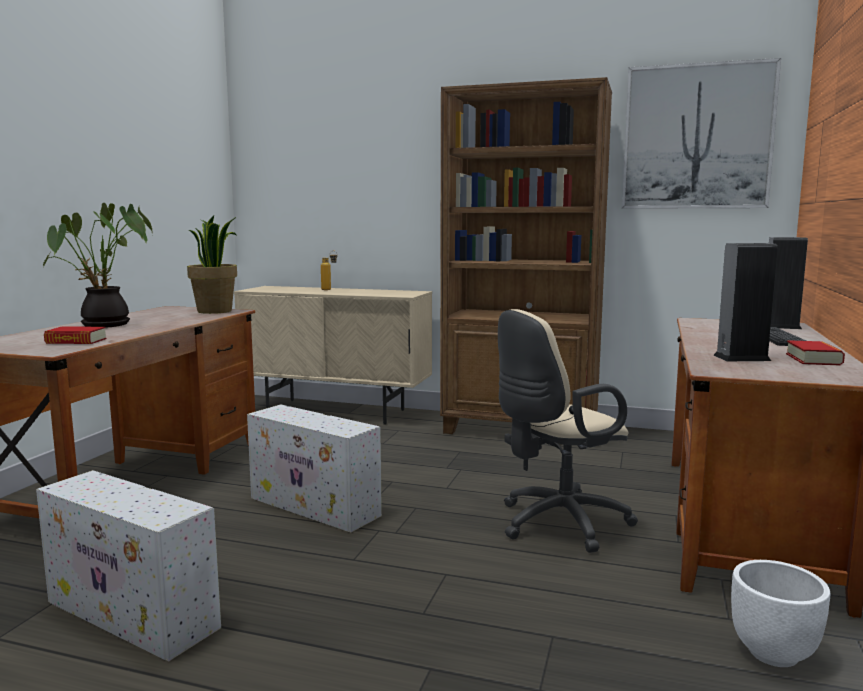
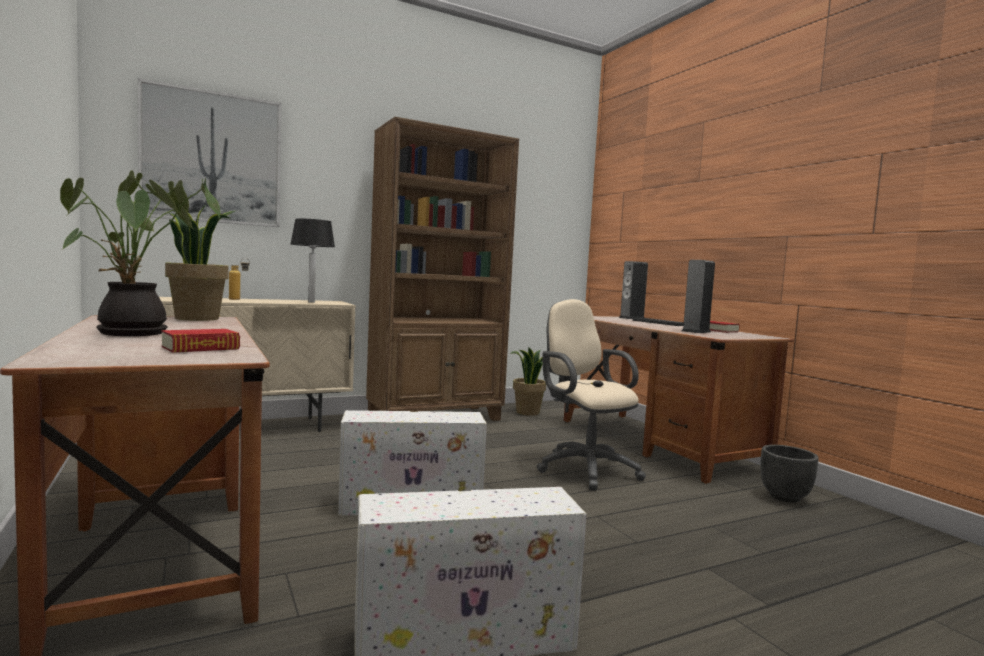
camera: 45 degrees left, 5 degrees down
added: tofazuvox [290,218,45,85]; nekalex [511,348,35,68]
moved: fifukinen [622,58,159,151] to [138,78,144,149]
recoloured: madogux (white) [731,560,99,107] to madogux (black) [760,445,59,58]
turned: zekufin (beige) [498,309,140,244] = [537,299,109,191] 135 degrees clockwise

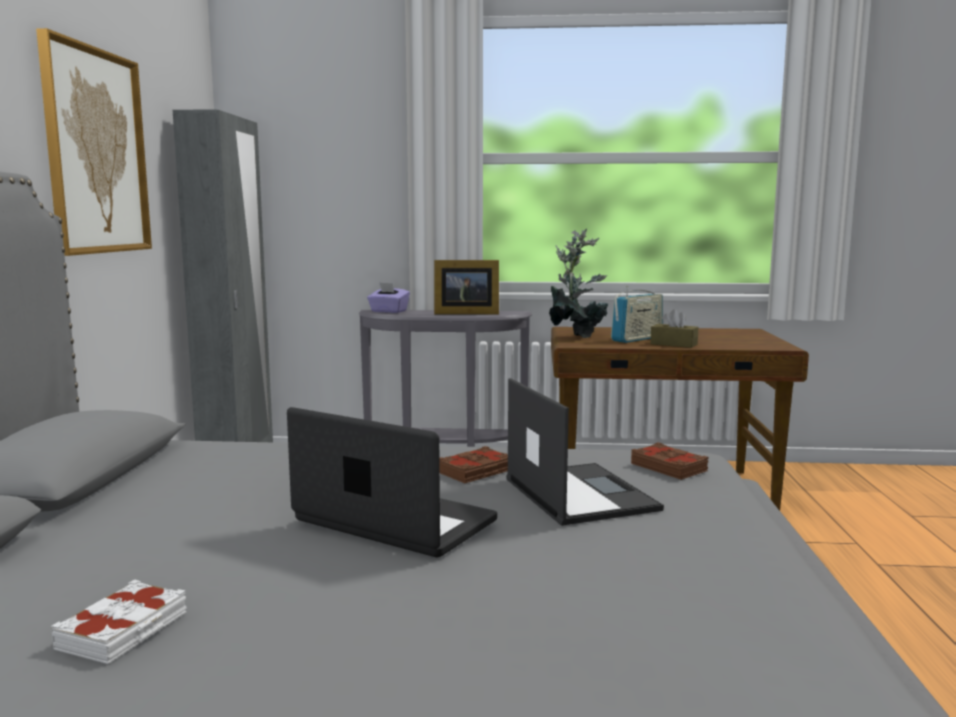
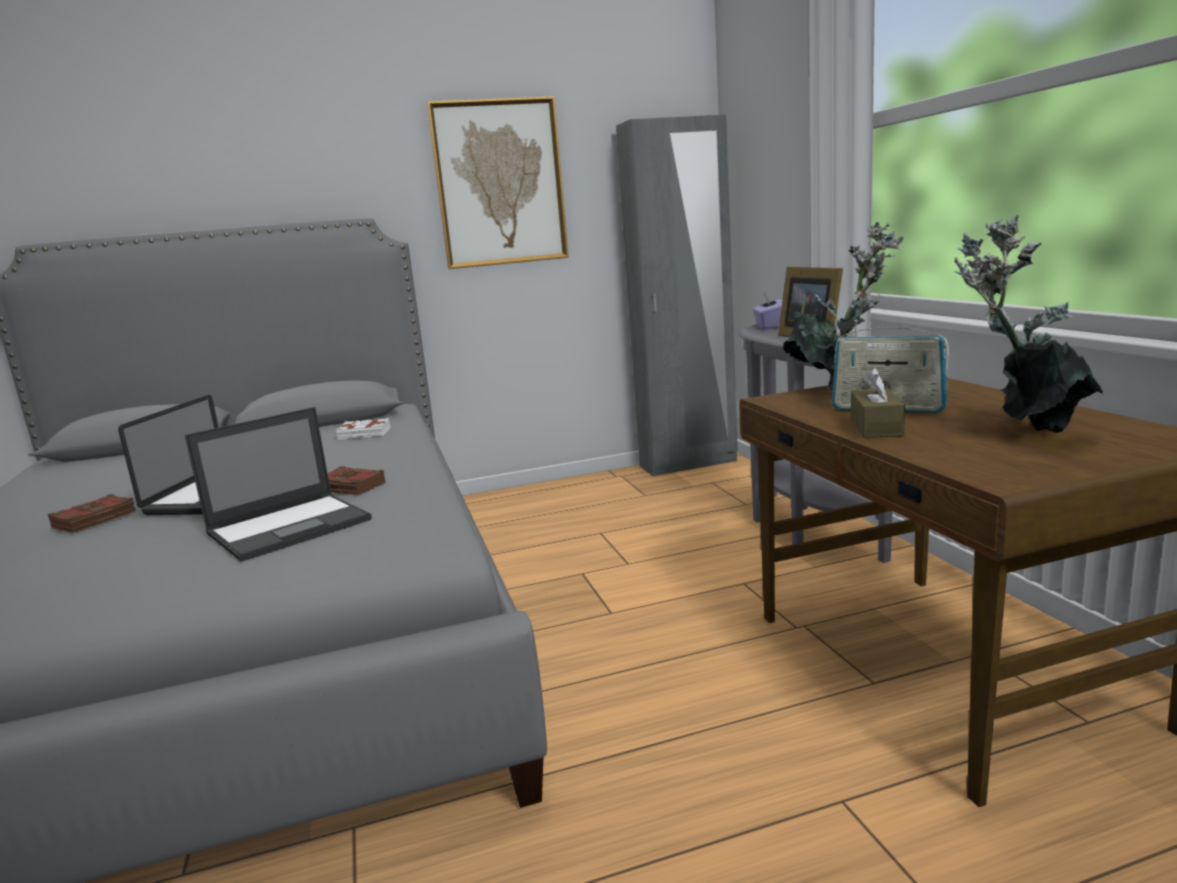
camera: 70 degrees right, 5 degrees up
added: nekalex [955,215,148,218]
moved: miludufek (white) [51,579,136,85] to [336,418,54,21]; miludufek (brown) [631,442,77,38] to [48,494,88,39]

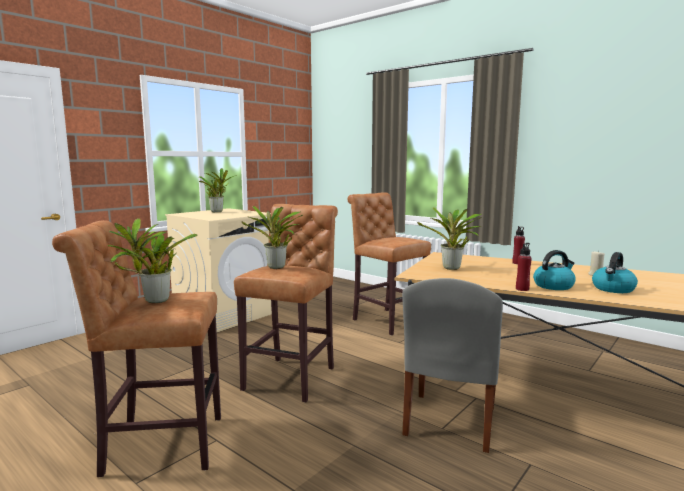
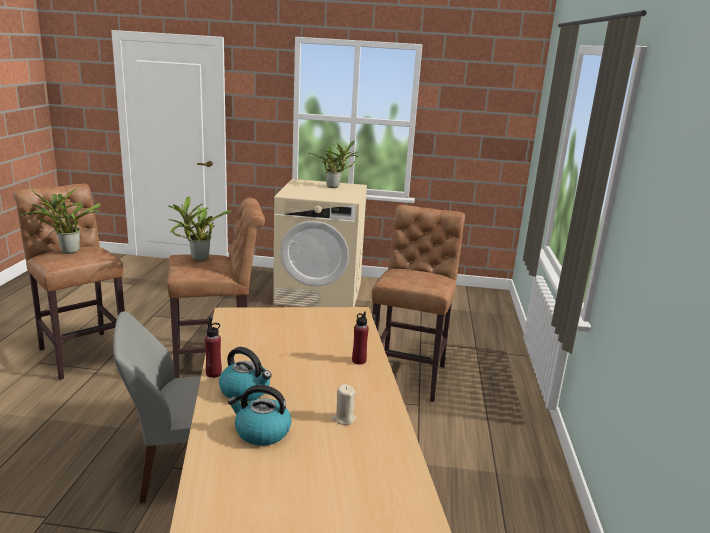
camera: 55 degrees right, 10 degrees up
removed: nekalex [417,208,65,62]

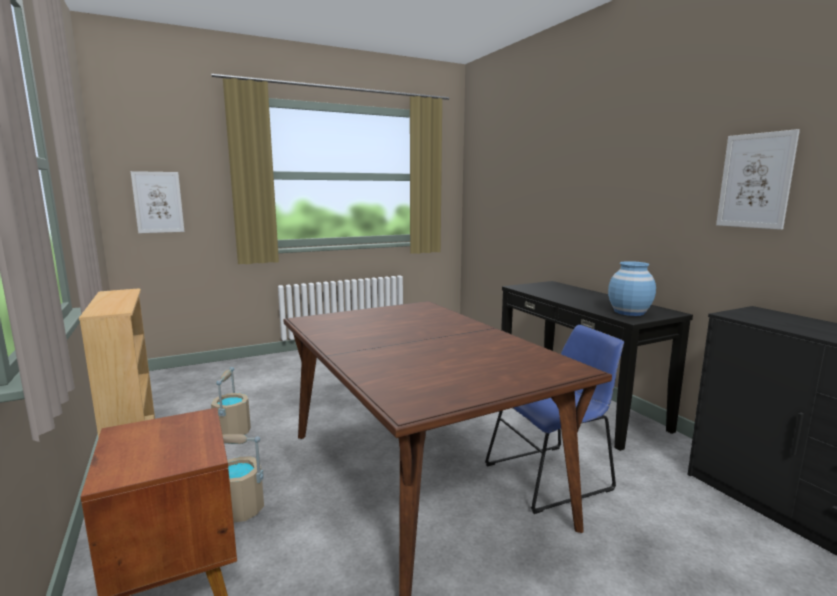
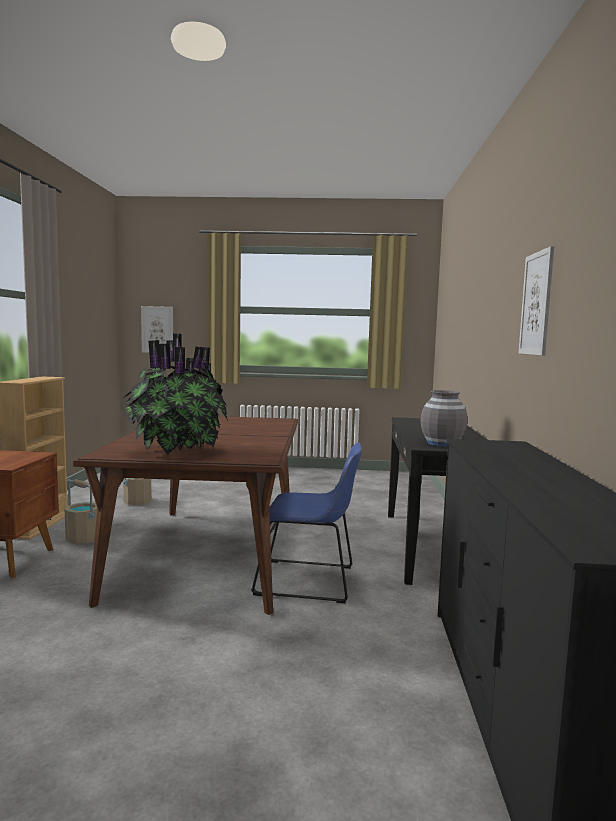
camera: 30 degrees right, 5 degrees down
added: nekalex [122,334,106,121]
recoloured: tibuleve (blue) [608,261,48,55] to tibuleve (grey) [420,390,47,56]

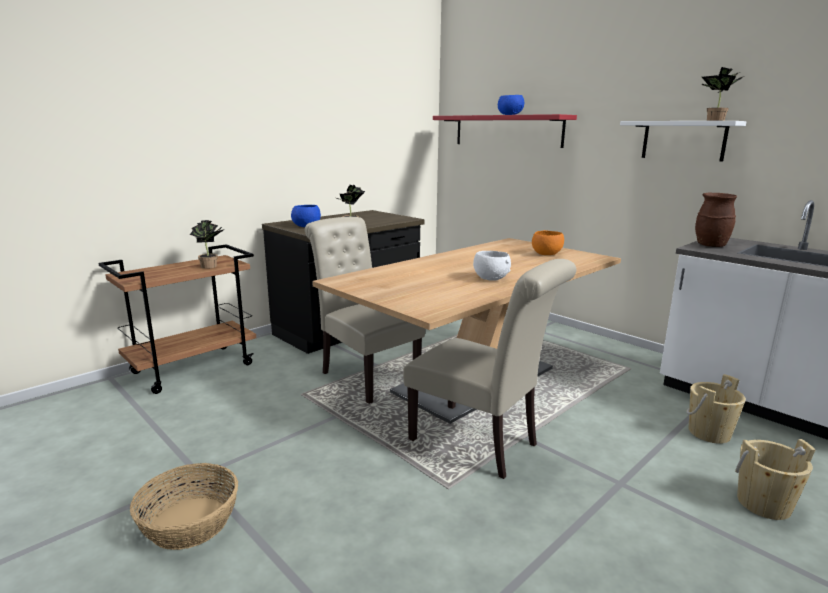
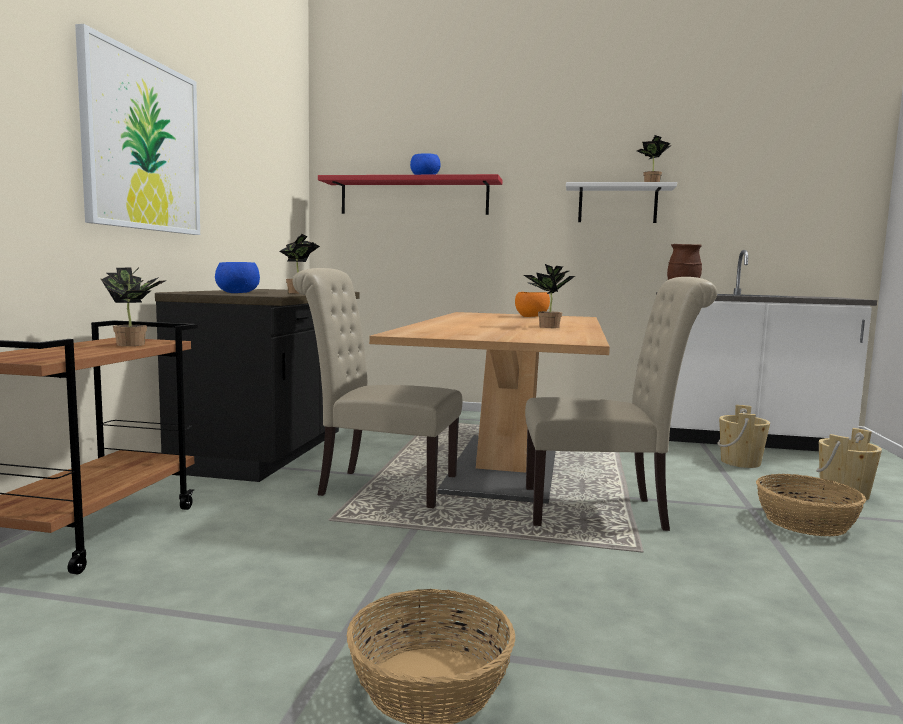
camera: 35 degrees left, 10 degrees down
added: fifukinen [75,24,125,211]; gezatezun [756,474,110,62]
replaced: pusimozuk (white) [473,251,38,30] to nekalex [524,264,51,64]

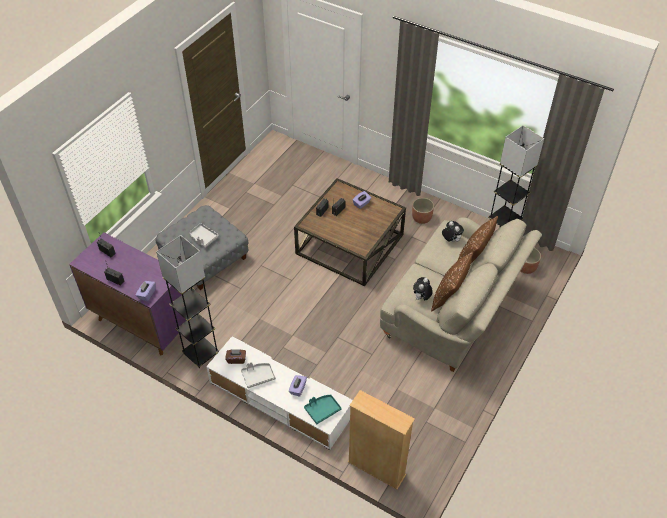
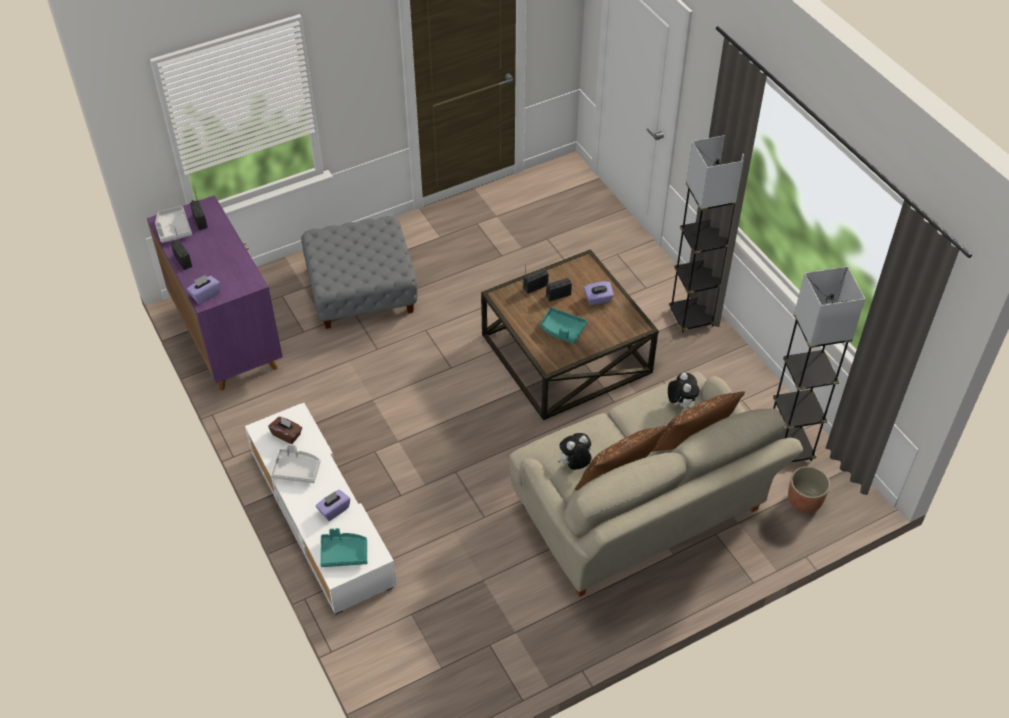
camera: 30 degrees right, 0 degrees up
removed: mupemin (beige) [348,390,67,100]; madogux [412,198,22,26]
added: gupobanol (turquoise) [540,307,47,37]
moved: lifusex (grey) [156,235,63,133] to [669,135,75,198]; gupobanol (grey) [189,223,30,25] to [155,206,37,37]

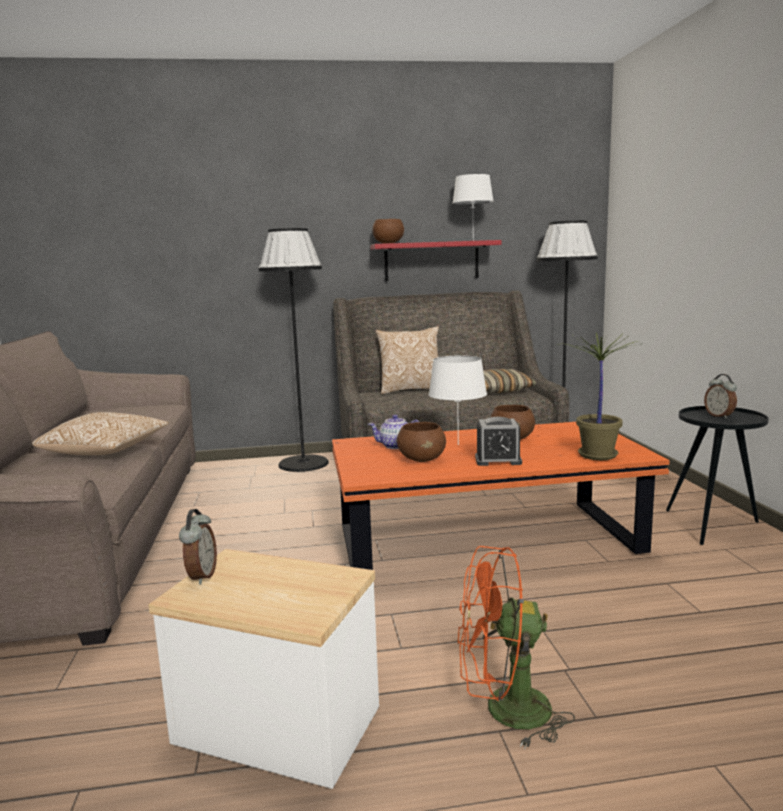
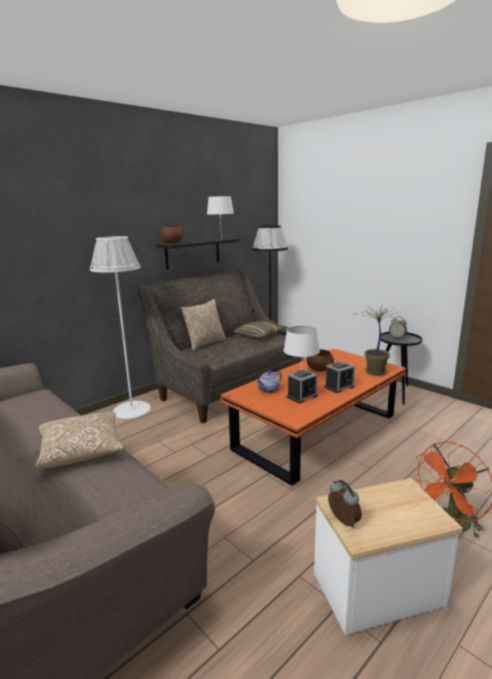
camera: 35 degrees left, 5 degrees up
replaced: pusimozuk (brown) [397,422,49,40] to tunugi [287,369,31,35]
recoloured: lifusex (black) [259,228,70,244] to lifusex (white) [90,236,61,183]; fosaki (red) [370,240,131,41] to fosaki (black) [156,238,84,31]

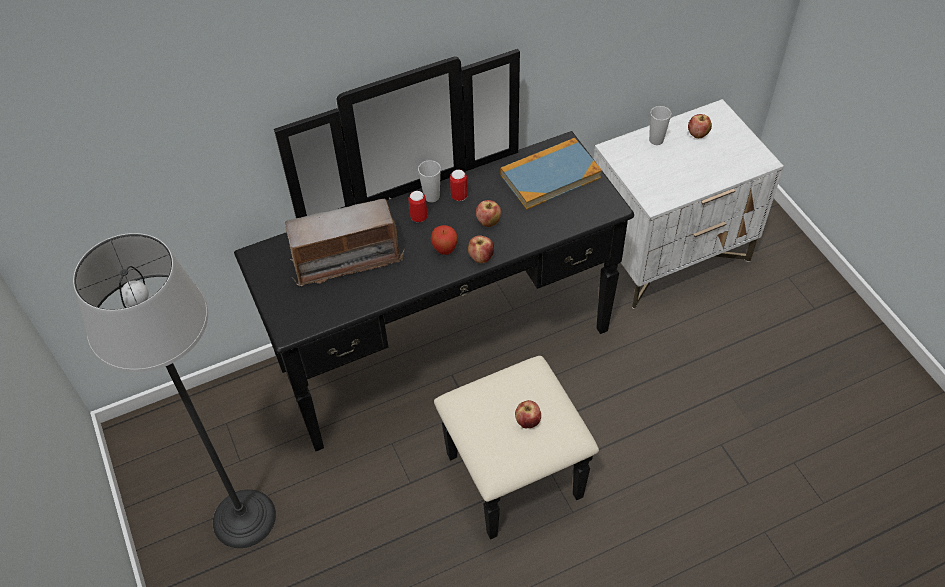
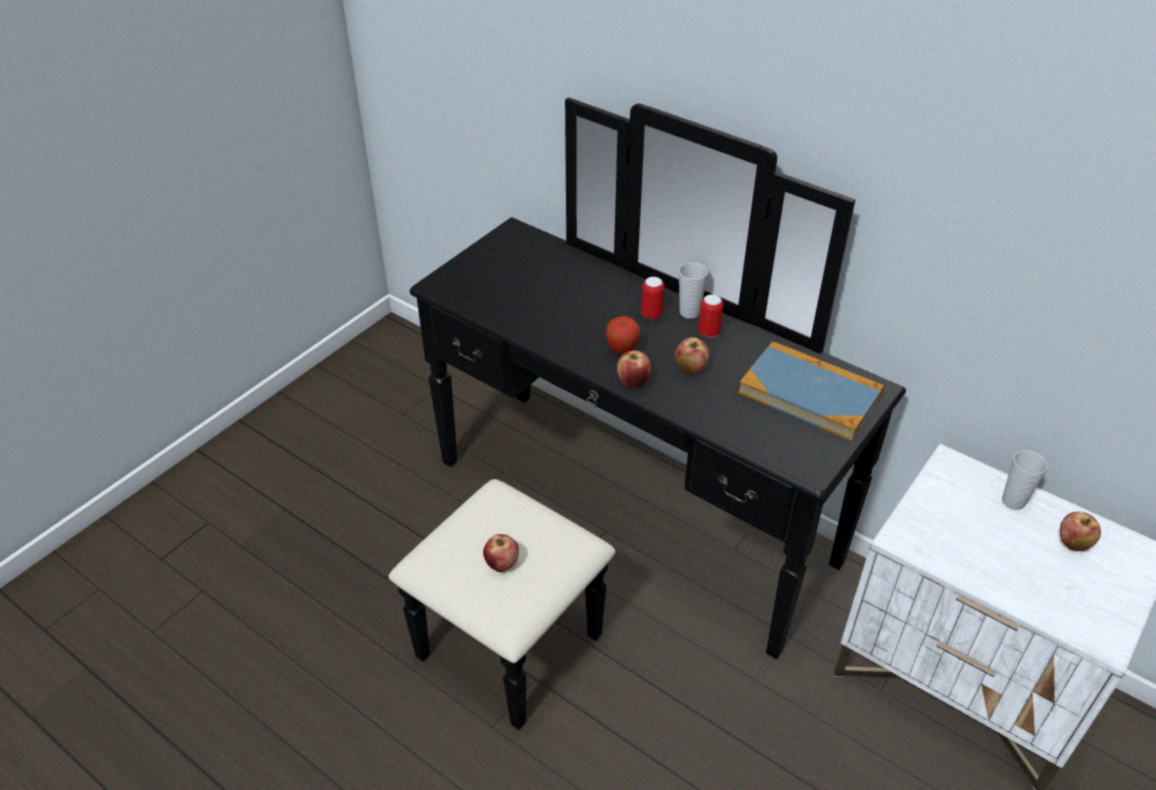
camera: 60 degrees right, 10 degrees down
removed: lifusex [73,233,203,315]; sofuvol [285,198,120,88]

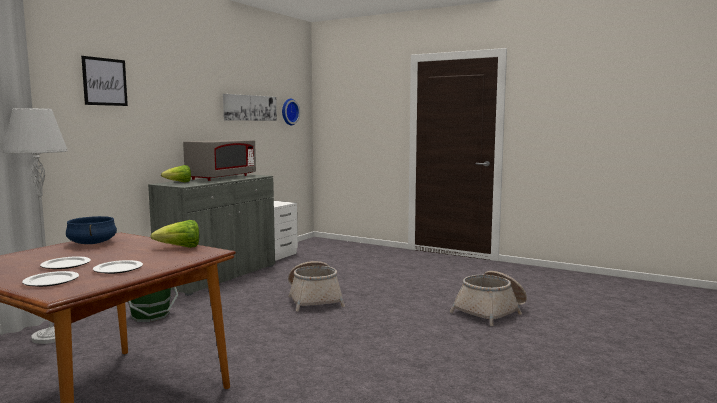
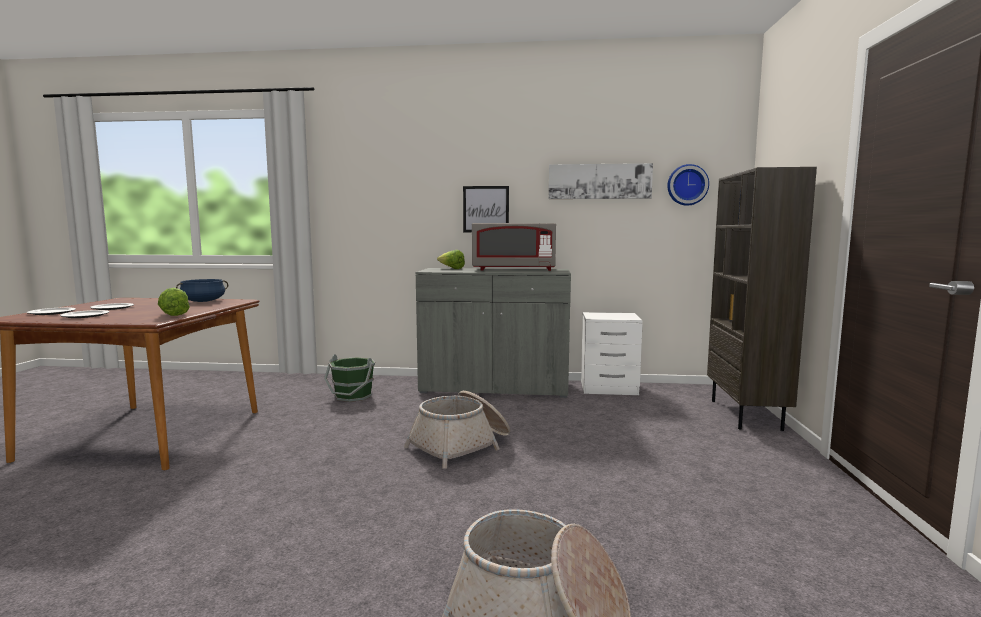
camera: 65 degrees right, 0 degrees up
removed: lifusex (grey) [3,108,69,236]
added: mupemin (brown) [707,167,110,264]
moved: fifukinen [81,56,47,50] to [463,186,46,46]

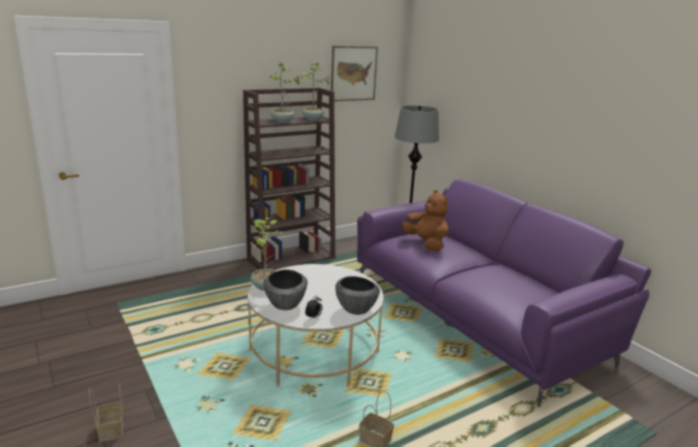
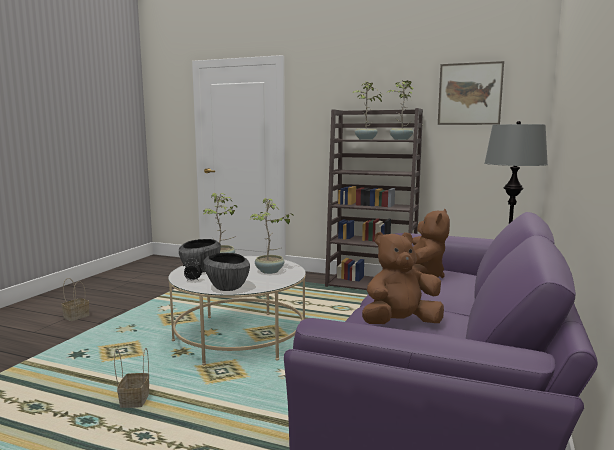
camera: 55 degrees right, 10 degrees down
added: nekalex [250,198,44,76]; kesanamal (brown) [362,232,82,92]

